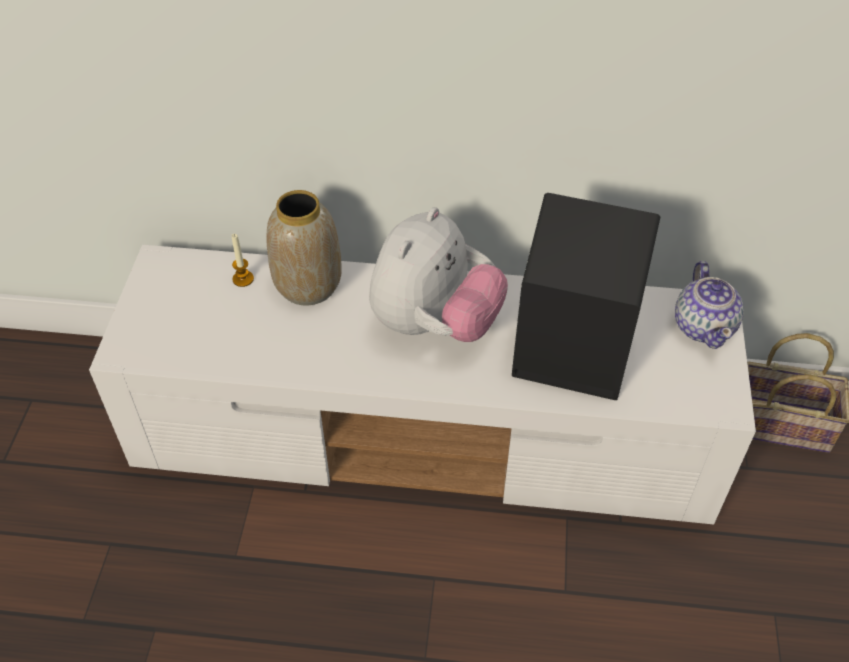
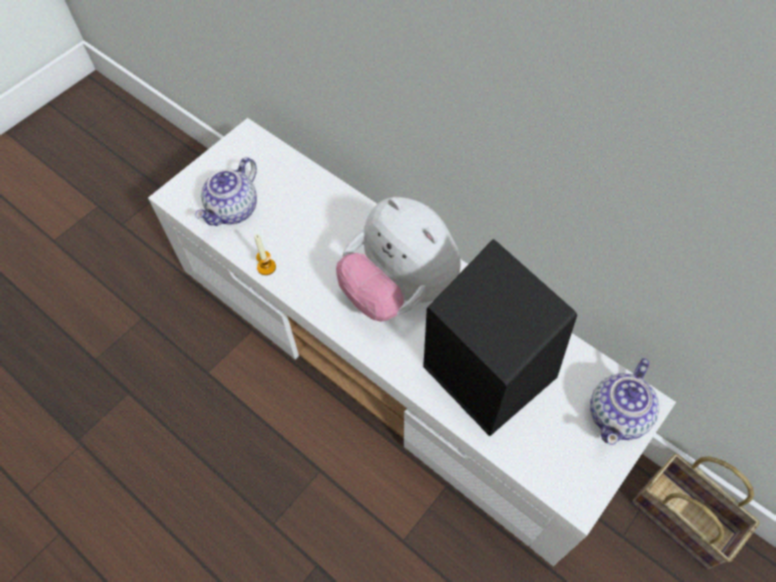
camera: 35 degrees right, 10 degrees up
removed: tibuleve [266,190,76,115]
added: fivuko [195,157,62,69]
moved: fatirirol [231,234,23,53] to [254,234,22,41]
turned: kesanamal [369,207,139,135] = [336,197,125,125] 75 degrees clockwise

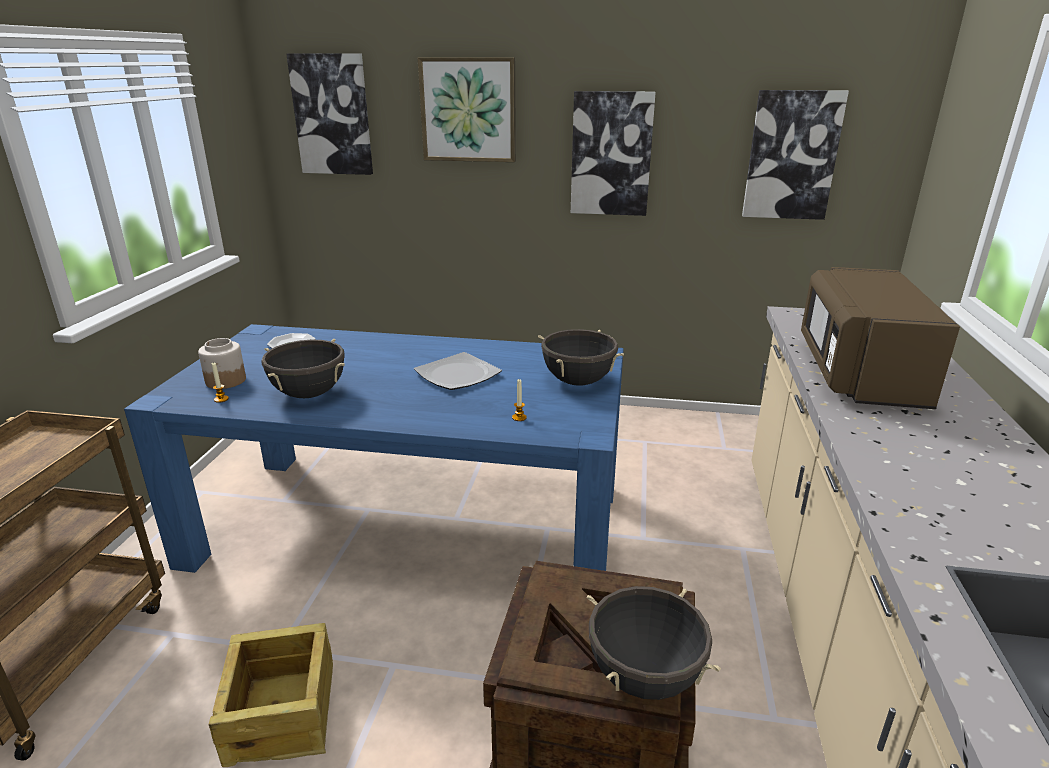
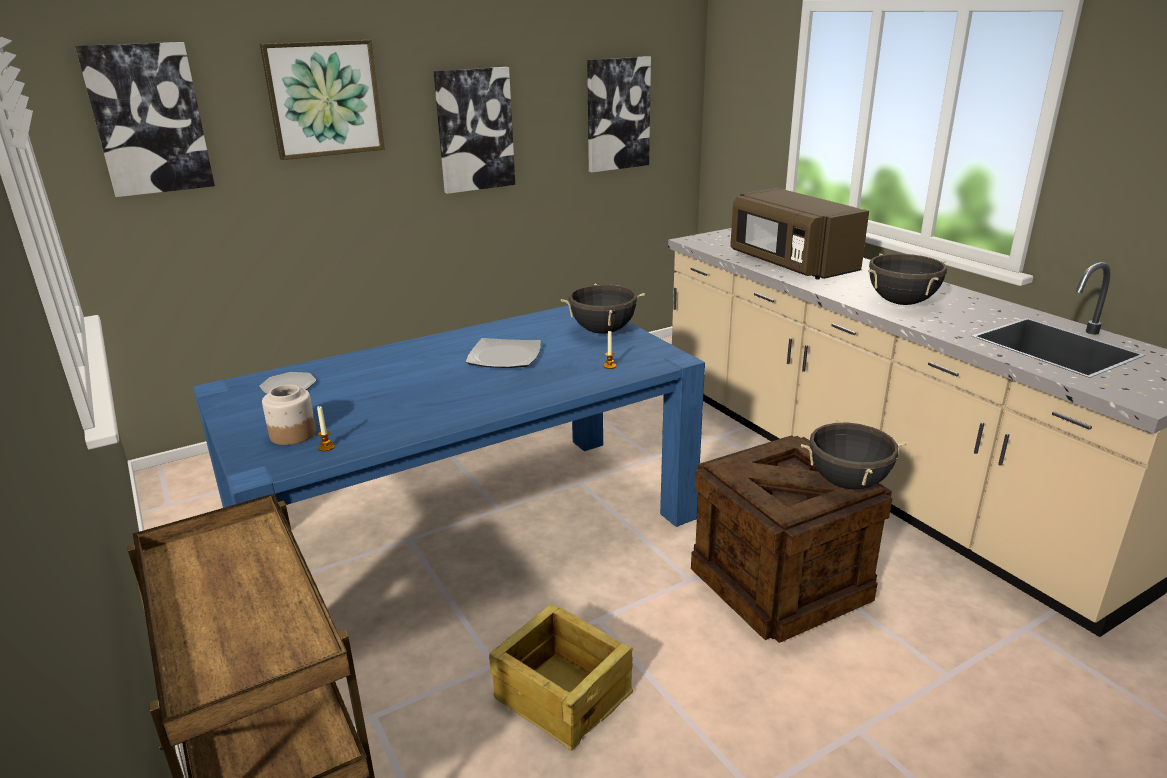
camera: 40 degrees left, 0 degrees up
moved: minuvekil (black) [262,339,83,59] to [868,254,79,51]

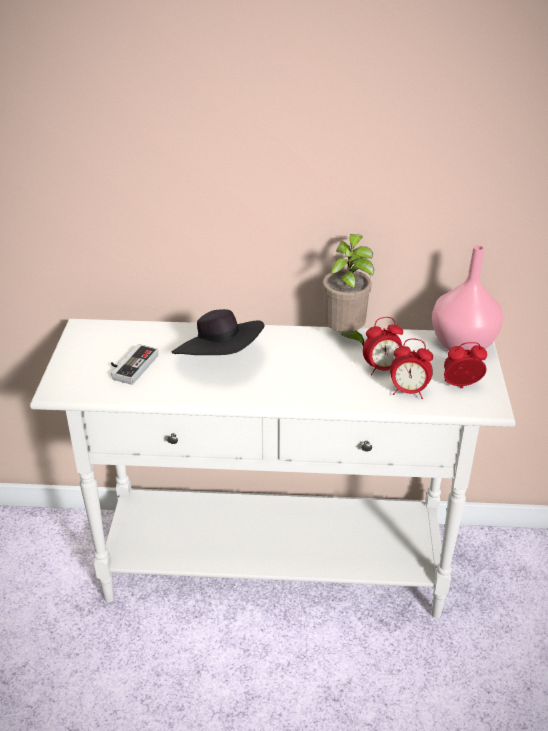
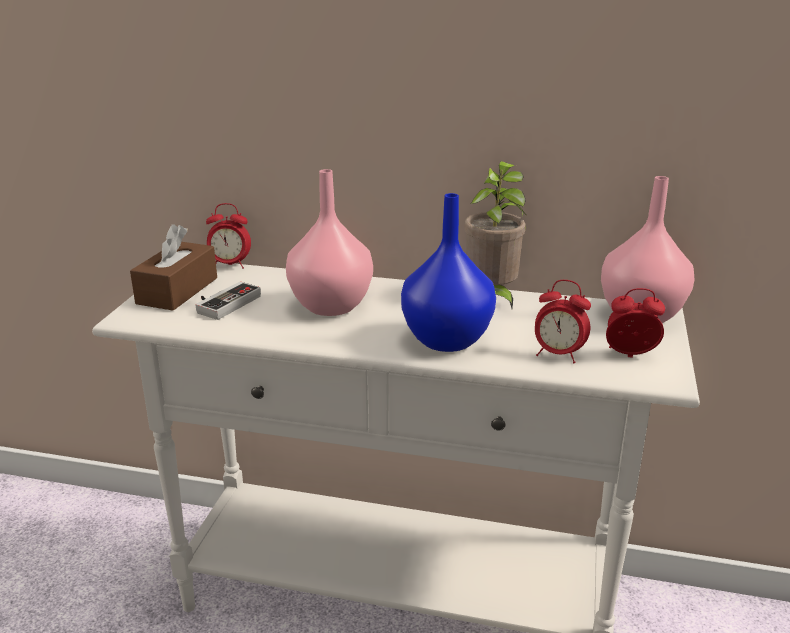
camera: 10 degrees right, 10 degrees down
added: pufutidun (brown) [130,225,87,86]; tibuleve (blue) [401,193,95,159]
moved: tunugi [363,317,40,58] to [206,203,45,66]
replaced: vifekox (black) [171,309,93,46] to tibuleve (pink) [286,169,87,147]

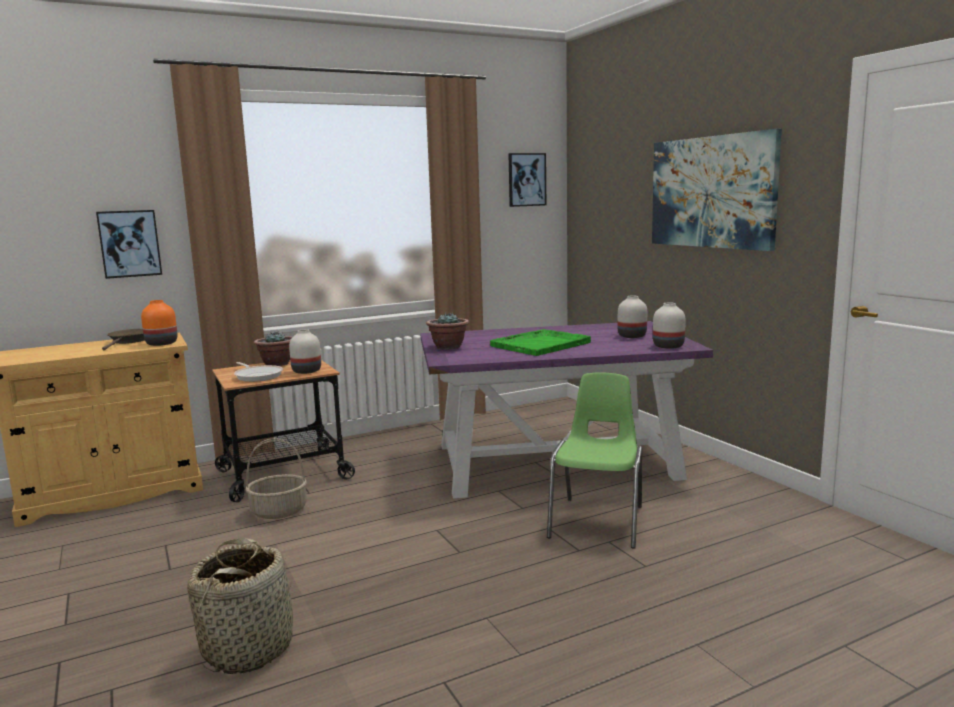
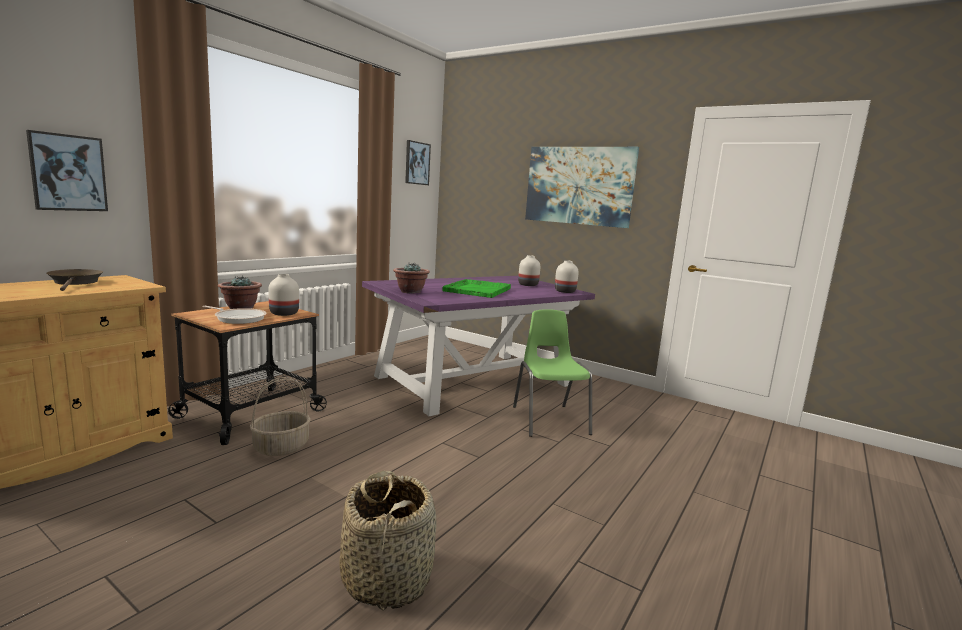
camera: 30 degrees left, 0 degrees up
removed: tibuleve (orange) [141,300,36,46]

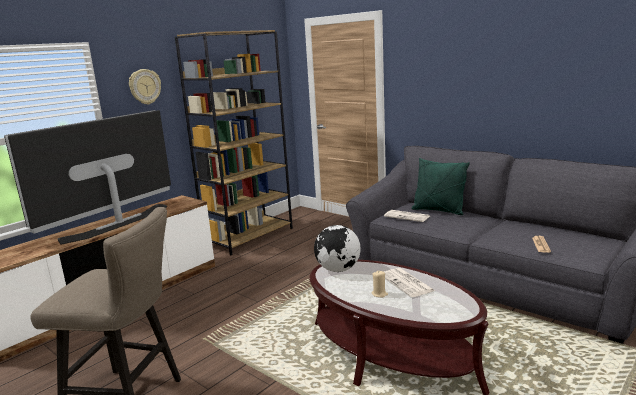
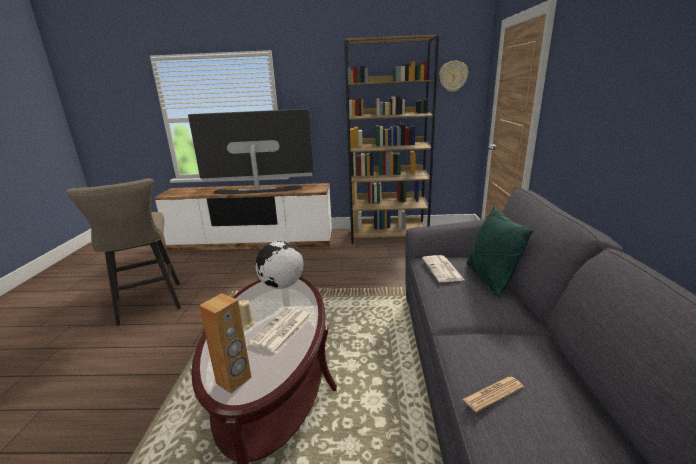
camera: 50 degrees right, 5 degrees up
added: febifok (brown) [199,293,52,100]
moved: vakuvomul [129,69,32,36] to [439,61,30,31]

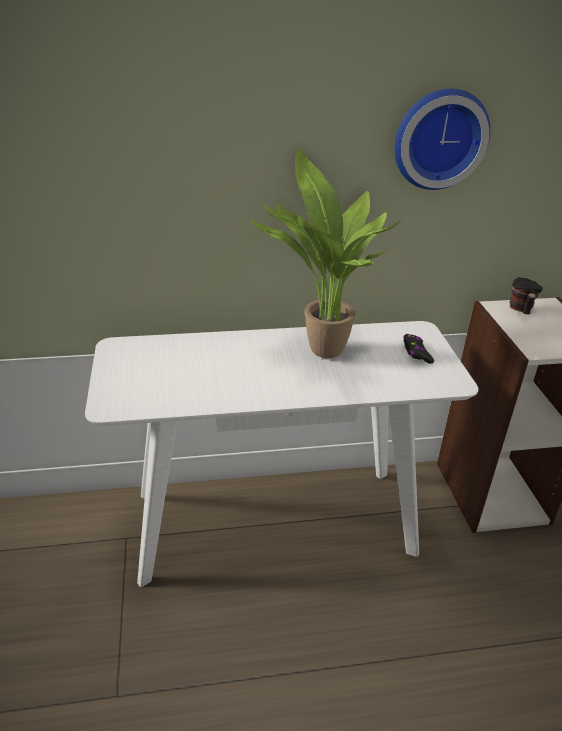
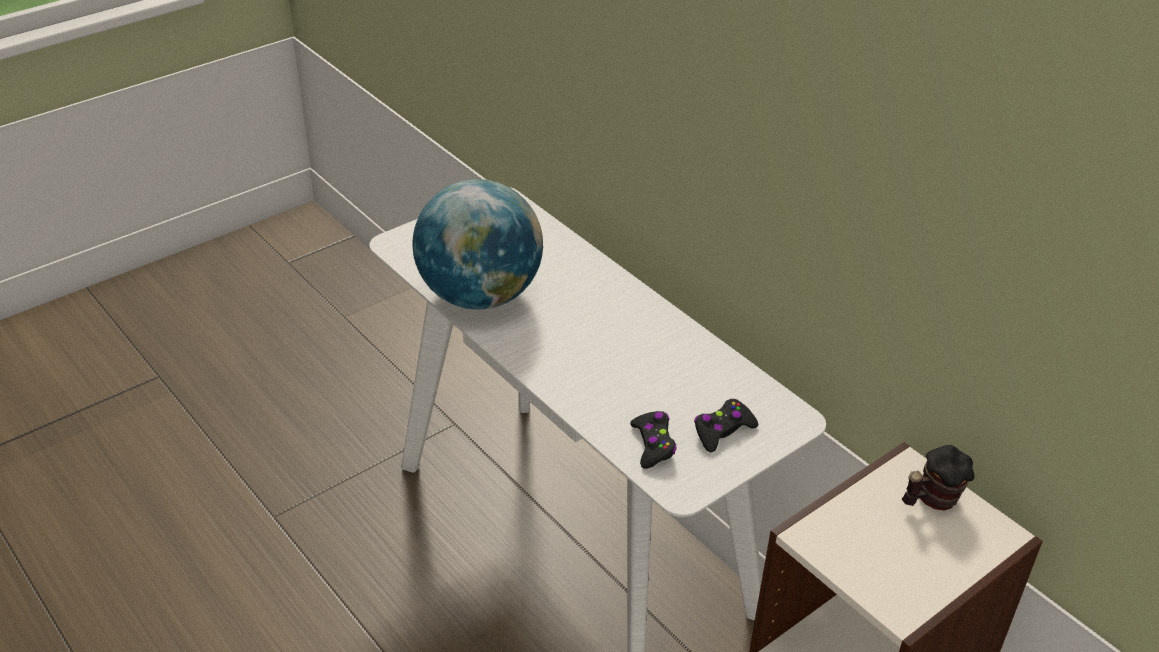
camera: 60 degrees right, 5 degrees up
removed: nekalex [250,149,151,209]; vakuvomul [394,89,96,101]
added: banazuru [412,179,131,131]; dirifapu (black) [630,411,46,58]

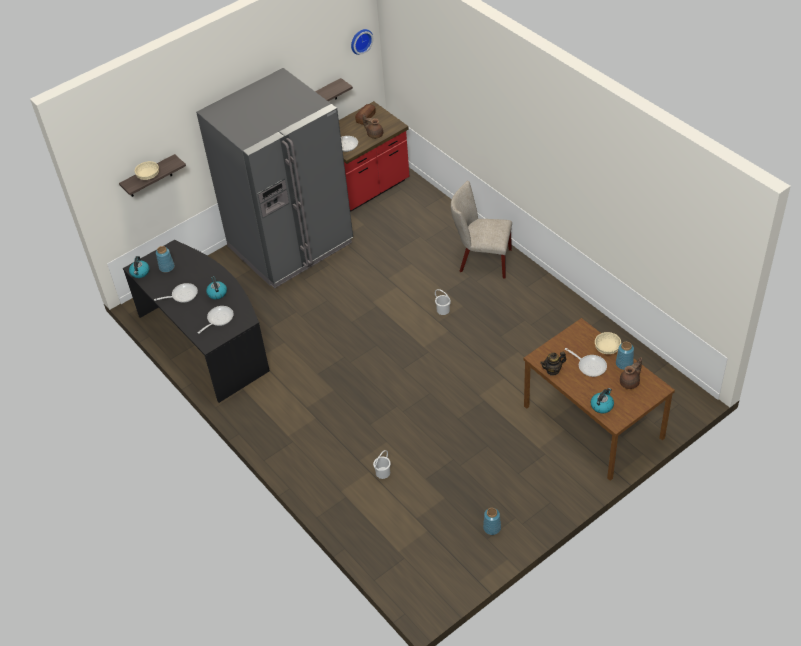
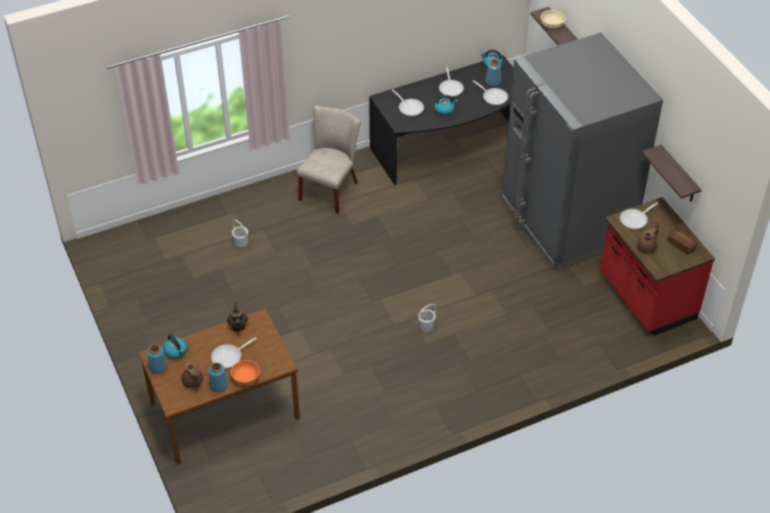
camera: 100 degrees right, 0 degrees up
removed: vakuvomul [351,29,22,26]
added: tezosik [473,81,35,25]
moved: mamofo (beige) [451,181,61,97] to [297,106,64,108]; tibuleve (blue) [483,508,18,27] to [147,344,21,30]
recoloured: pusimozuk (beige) [595,332,26,22] to pusimozuk (orange) [231,360,29,25]

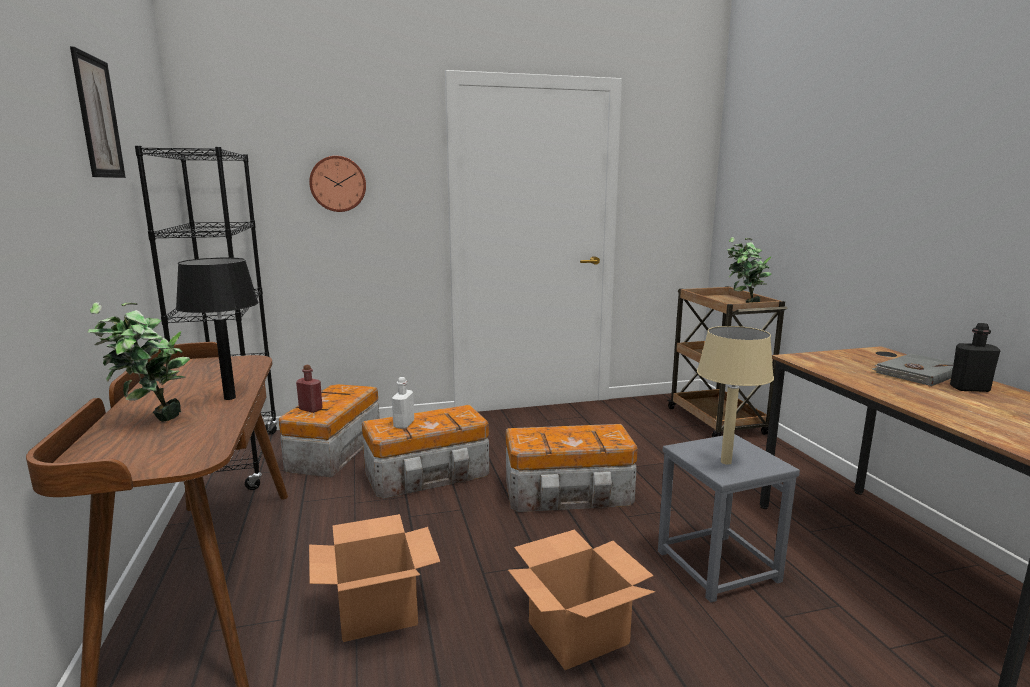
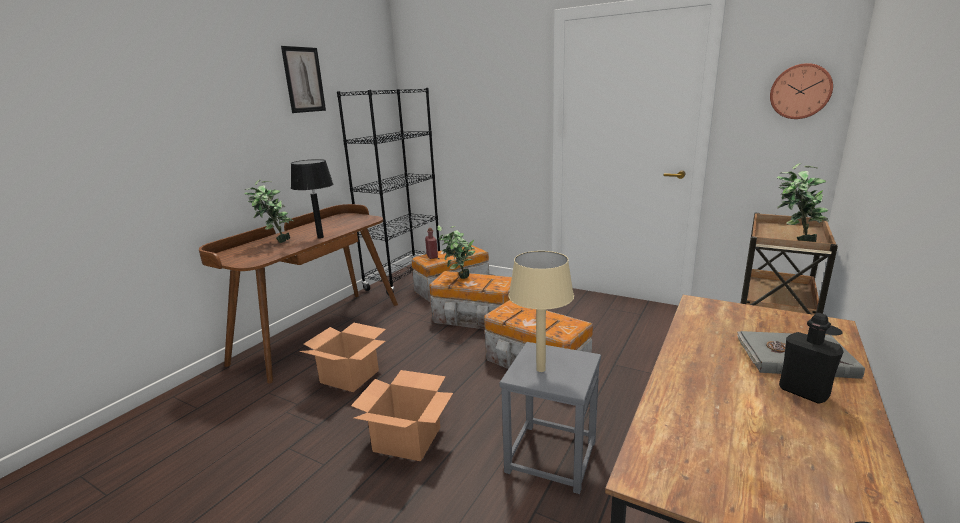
camera: 45 degrees right, 5 degrees up
moved: vakuvomul [309,156,57,56] to [770,63,63,56]
replaced: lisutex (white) [392,377,22,52] to nekalex [437,226,38,53]

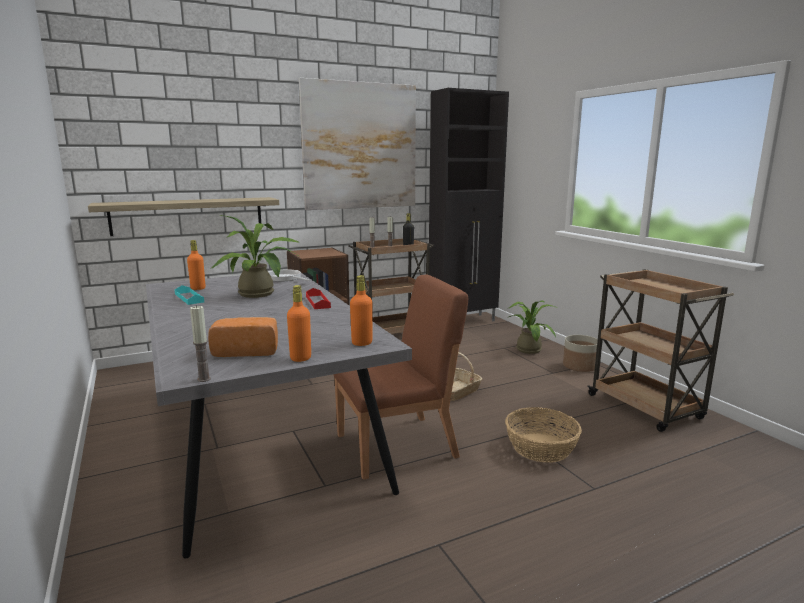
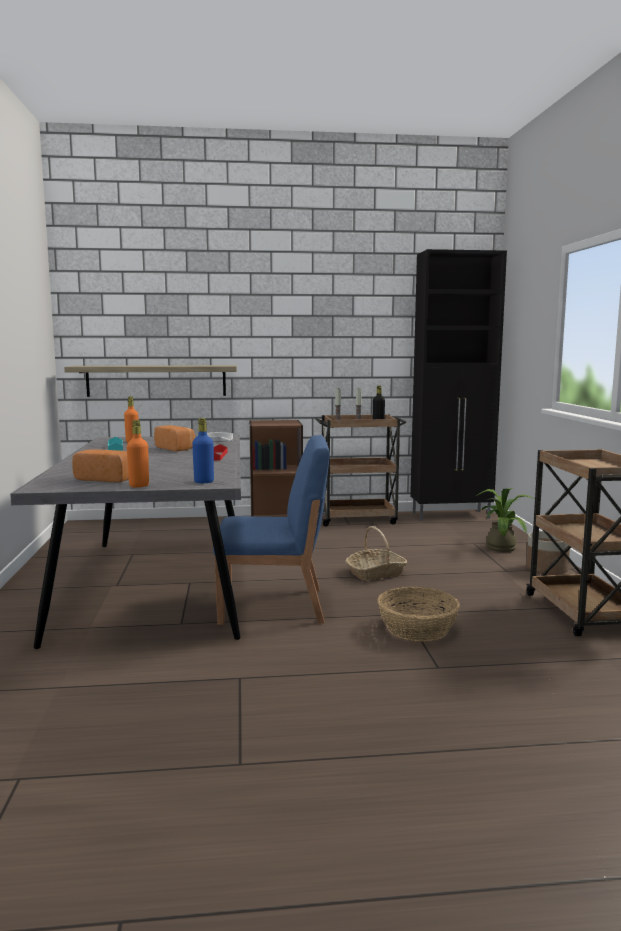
camera: 20 degrees right, 5 degrees down
removed: fatirirol [190,305,21,77]; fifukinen [299,78,117,132]
replaced: nekalex [211,215,89,83] to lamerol [154,425,41,26]
recoloured: mamofo (brown) [334,274,134,206] to mamofo (blue) [213,435,117,190]; lisutex (orange) [350,275,22,71] to lisutex (blue) [192,418,22,65]

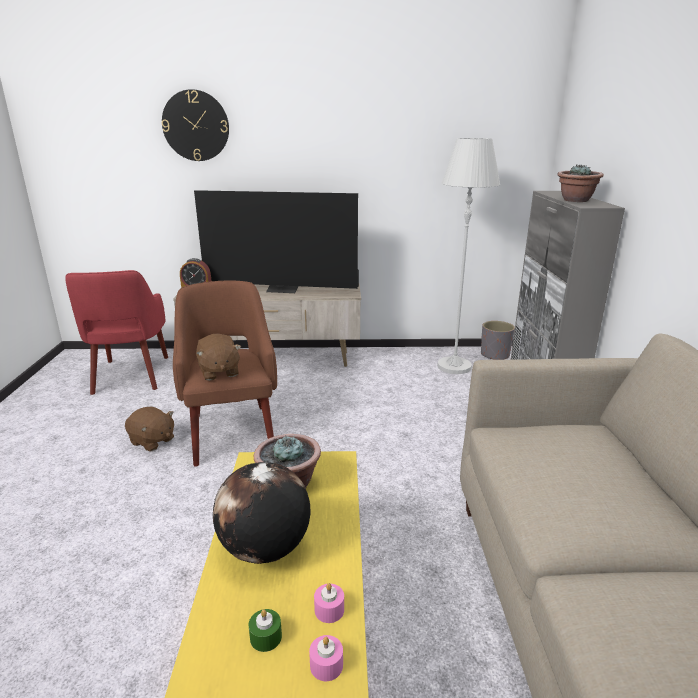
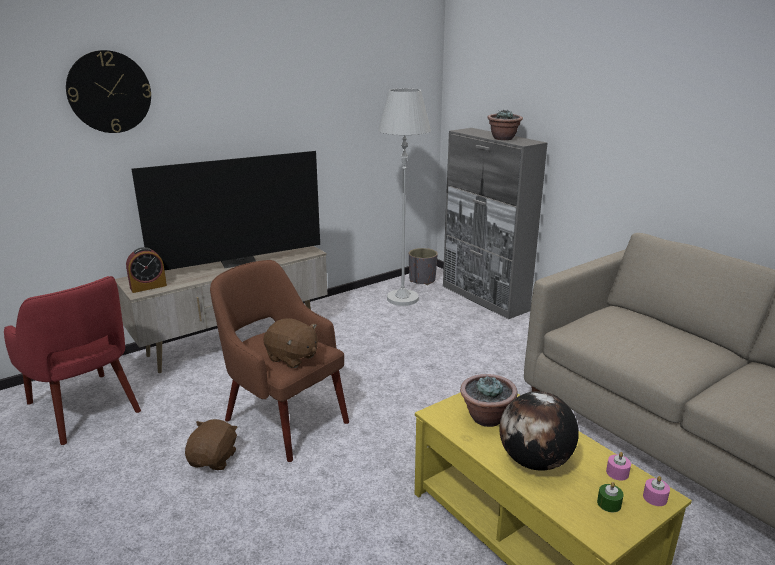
camera: 35 degrees left, 0 degrees up
turned: kesanamal (brown) [125,407,49,45] = [185,419,53,51] 75 degrees counterclockwise

